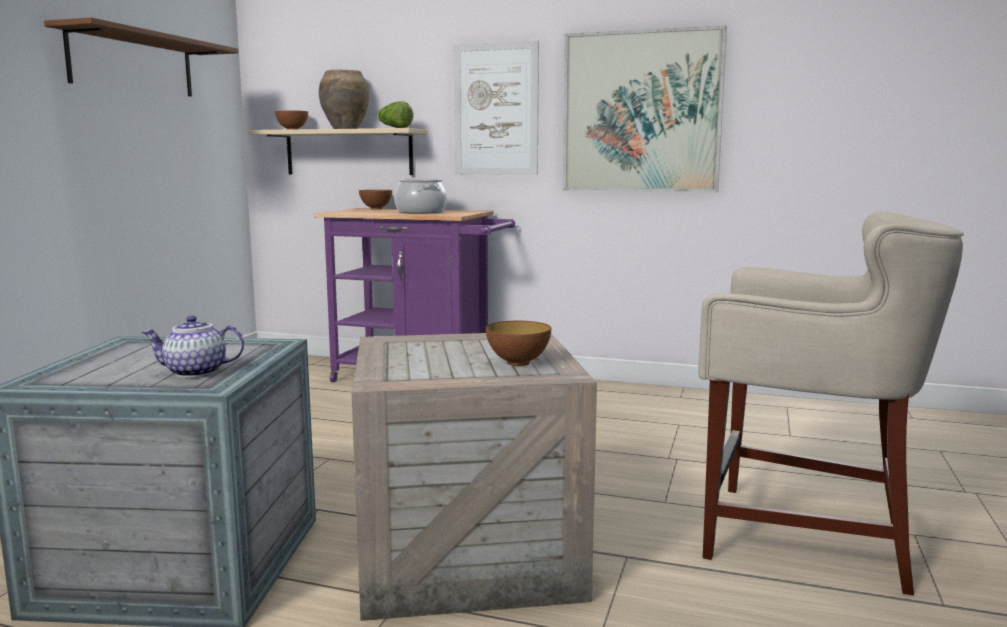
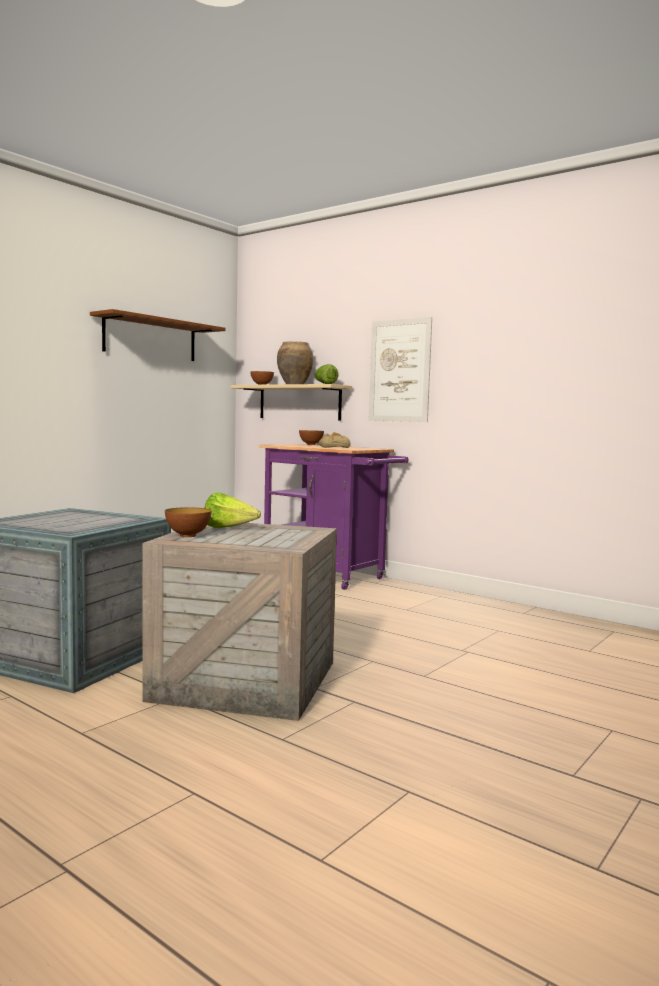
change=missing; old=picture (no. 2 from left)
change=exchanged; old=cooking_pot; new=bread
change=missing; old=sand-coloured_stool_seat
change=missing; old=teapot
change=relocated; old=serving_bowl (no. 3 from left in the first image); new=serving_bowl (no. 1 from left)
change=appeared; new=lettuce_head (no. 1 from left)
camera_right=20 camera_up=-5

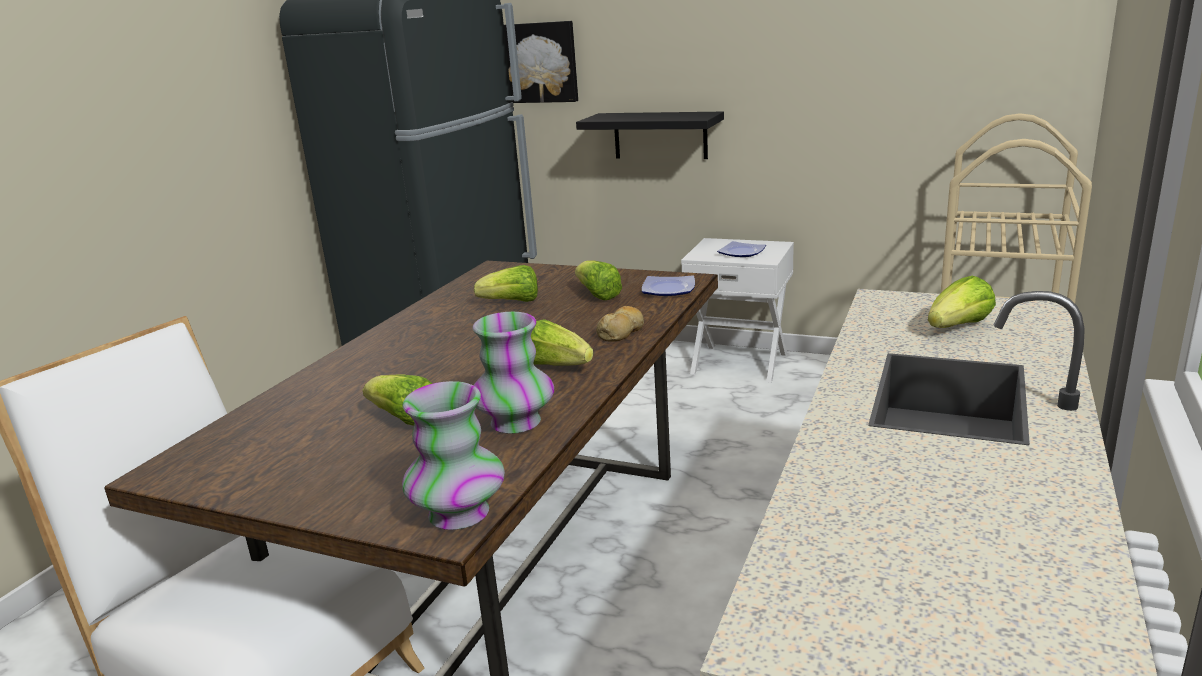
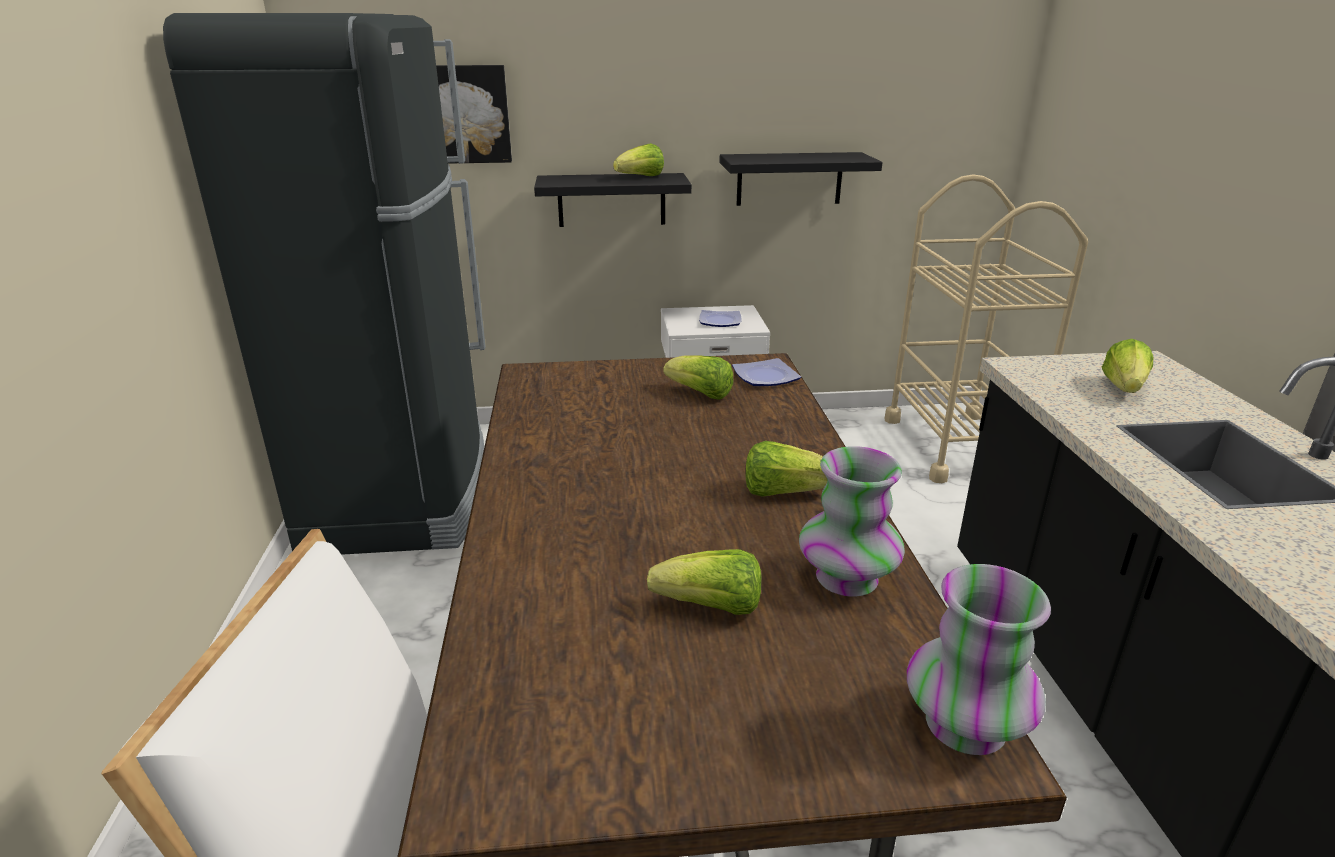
change=relocated; old=lettuce_head (no. 2 from left in the first image); new=lettuce_head (no. 1 from left)
change=missing; old=bread
change=appeared; new=black-coloured_bracket_shelf (no. 2 from left)
camera_right=-30 camera_up=5

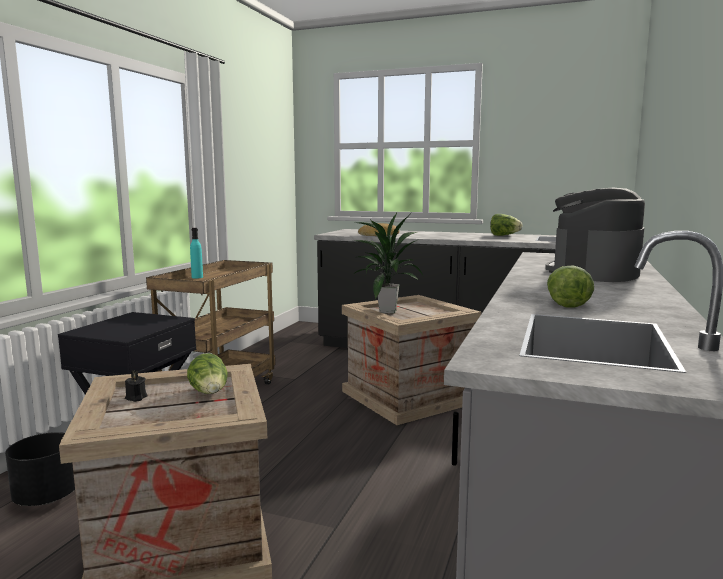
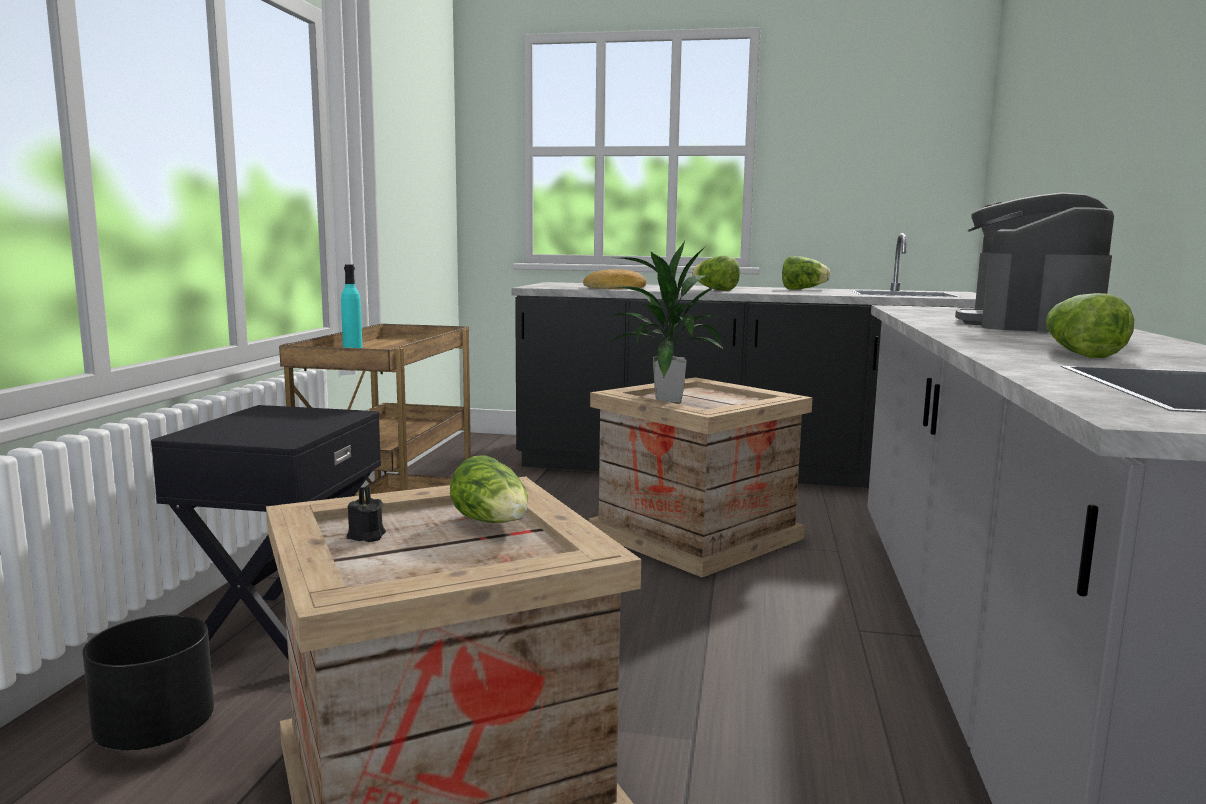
change=appeared; new=lettuce_head (no. 2 from left)
camera_right=-10 camera_up=0

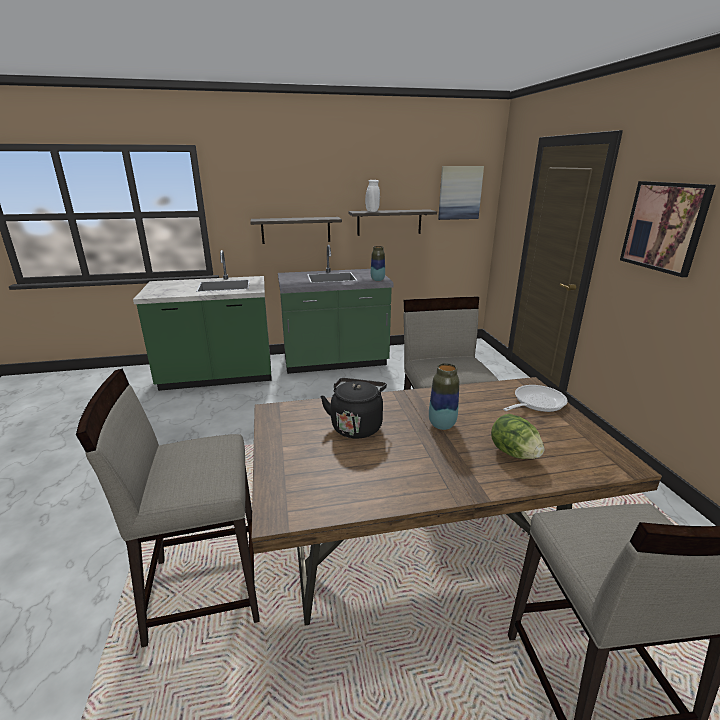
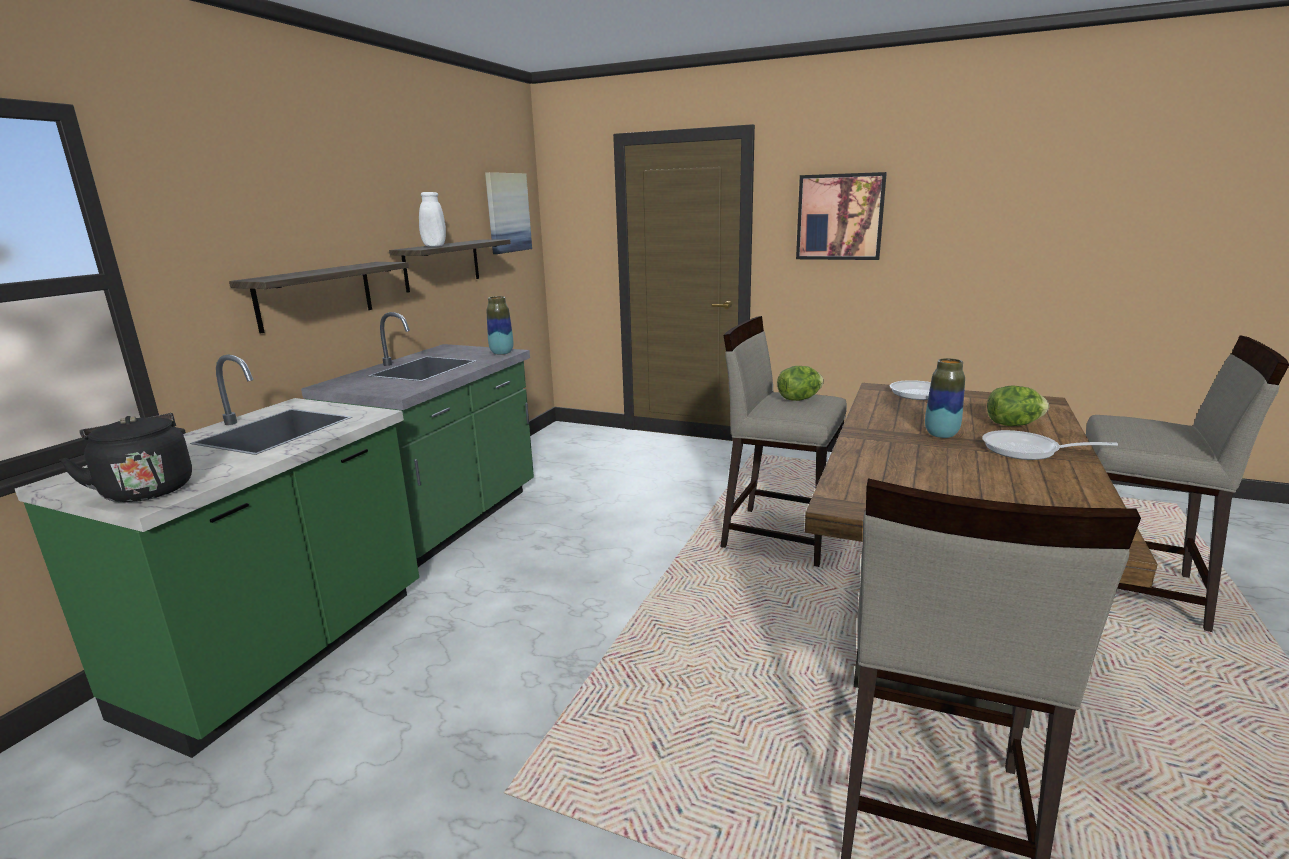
change=relocated; old=black-coloured_water_kettle
change=appeared; new=lettuce_head (no. 1 from left)
change=appeared; new=skillet (no. 2 from left)
camera_right=-55 camera_up=-5

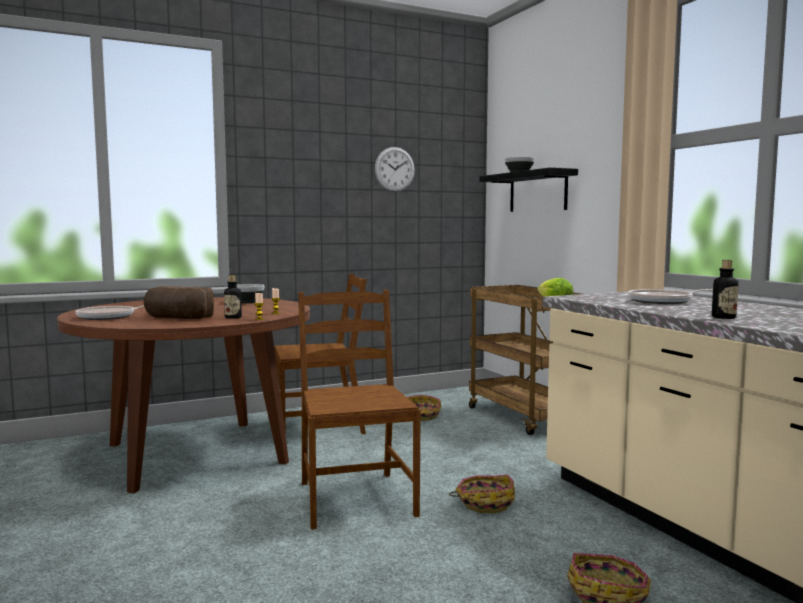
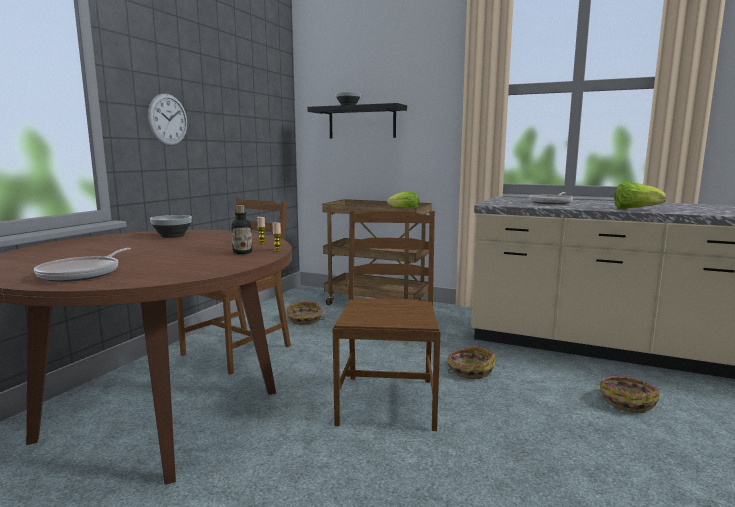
change=relocated; old=clock_on_the_wall
change=exchanged; old=beverage_bottle (no. 2 from left); new=lettuce_head (no. 2 from left)
change=missing; old=bread
change=spun; old=brownish_plain_chair (no. 2 from left); degrees=60
camera_right=-40 camera_up=5

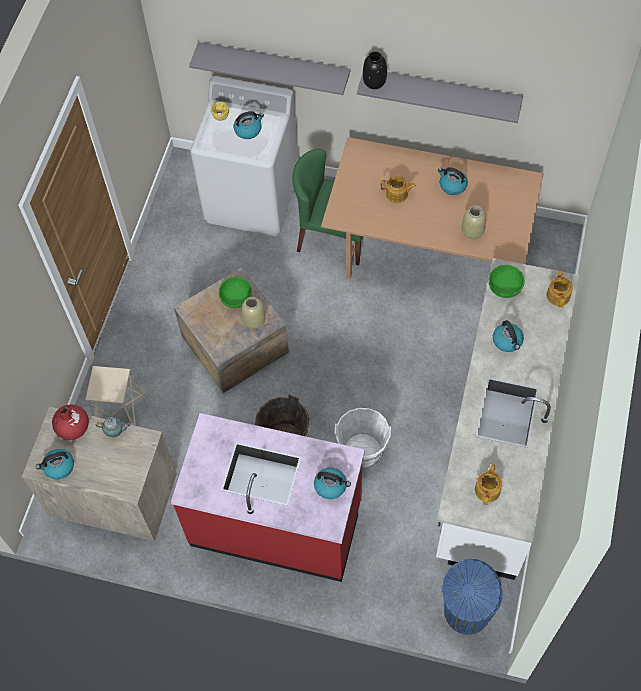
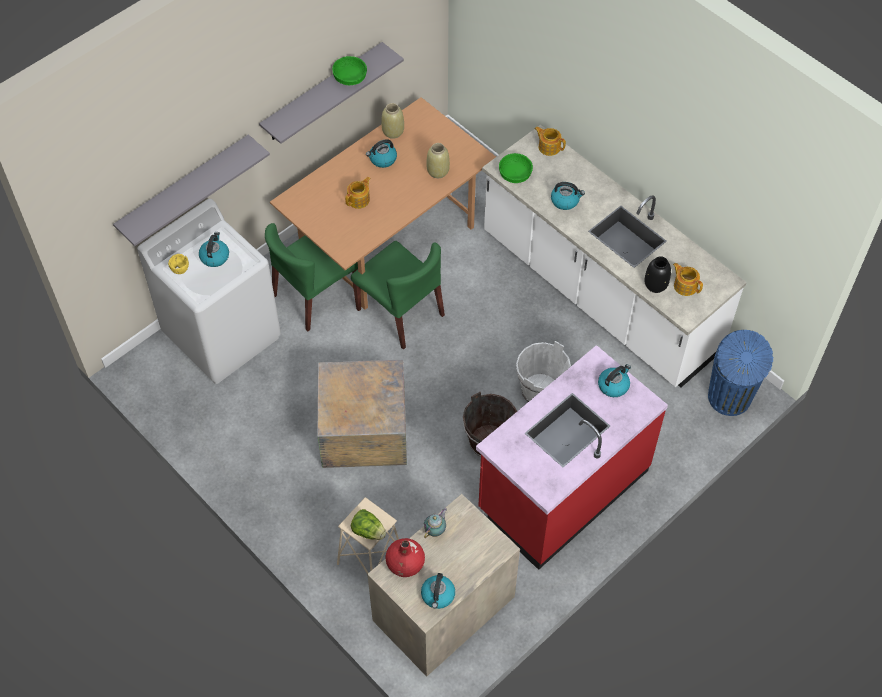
change=relocated; old=black-coloured_flower_vase
change=relocated; old=green-coloured_serving_bowl (no. 1 from left)
change=relocated; old=sand-coloured_flower_vase (no. 1 from left)
change=appeared; new=green-coloured_plain_chair (no. 2 from left)
change=appeared; new=lettuce_head
camera_right=-60 camera_up=-5

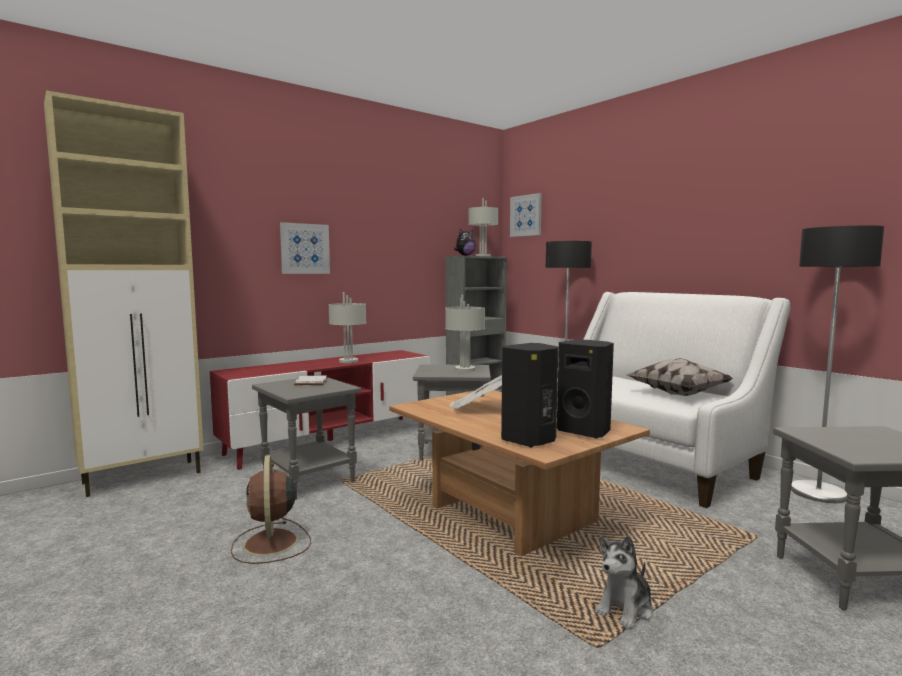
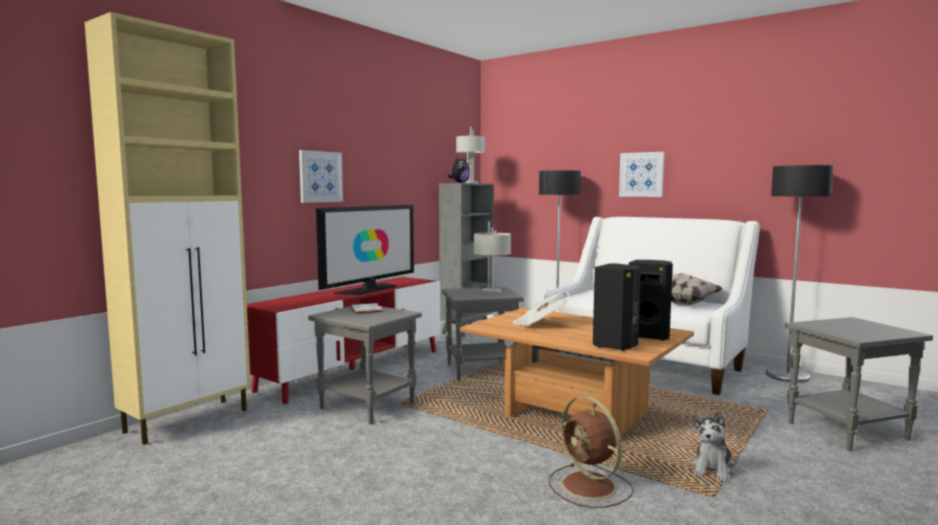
change=relocated; old=picture (no. 2 from left)
change=exchanged; old=grey_lamp_for_a_table (no. 1 from left); new=TV_set
change=relocated; old=brownish_fan
camera_right=-15 camera_up=0

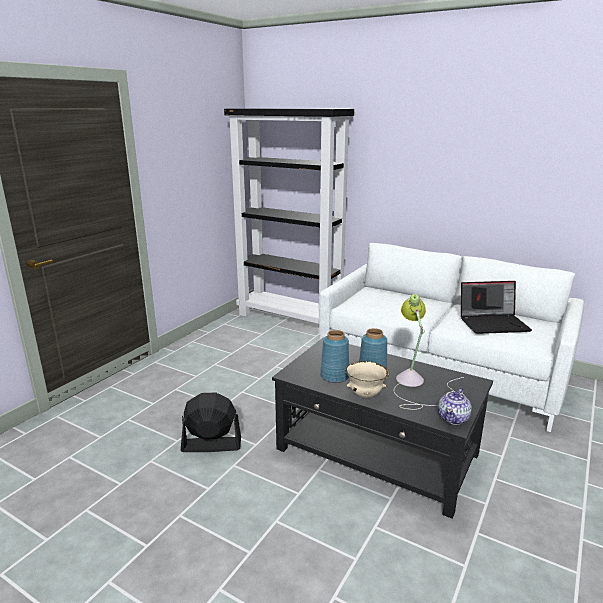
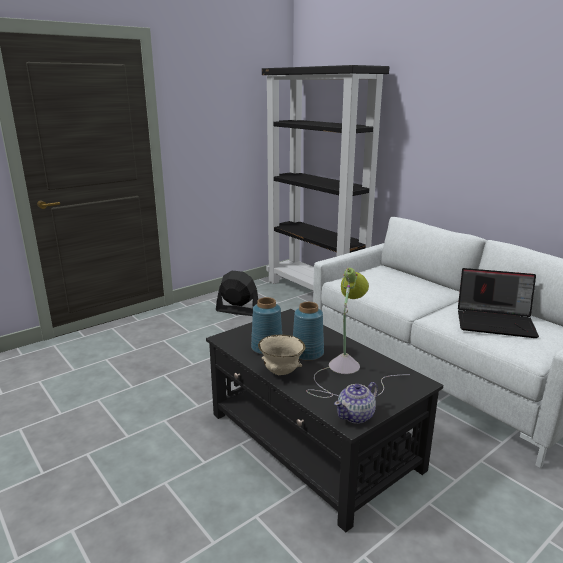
change=relocated; old=black-coloured_fan
camera_right=20 camera_up=0

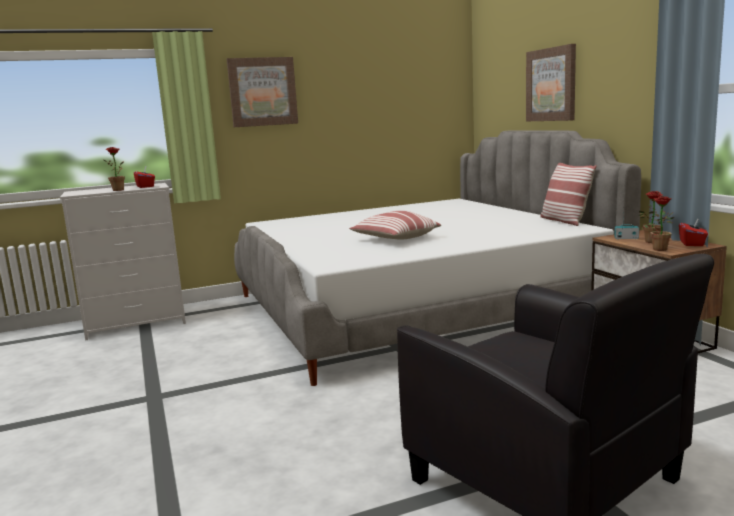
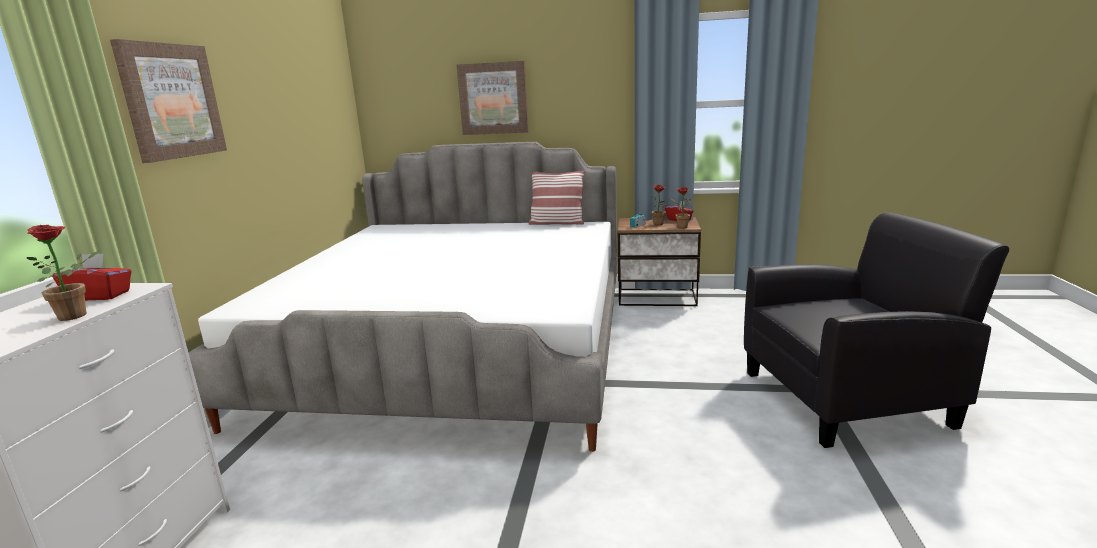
change=missing; old=cushion (no. 1 from left)
camera_right=-60 camera_up=5

